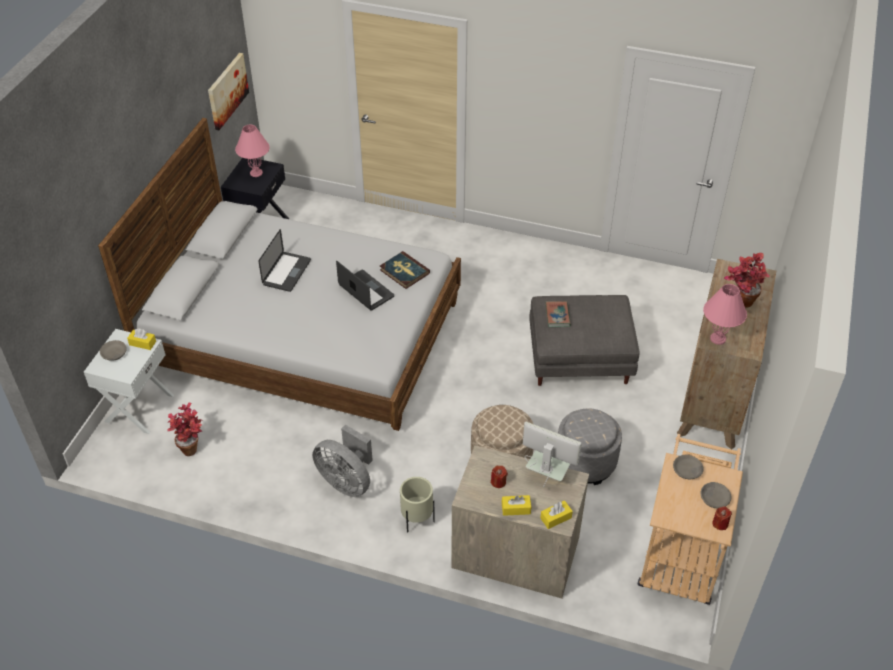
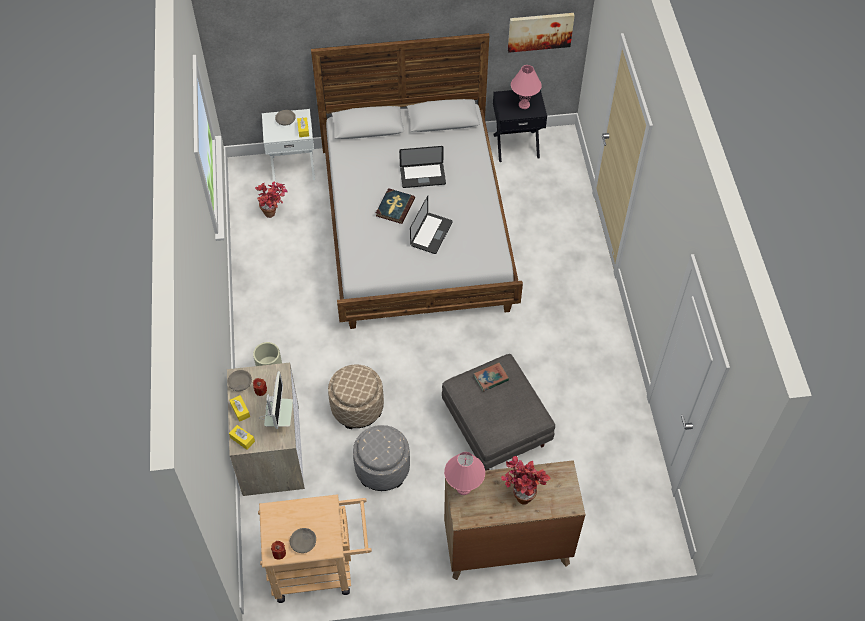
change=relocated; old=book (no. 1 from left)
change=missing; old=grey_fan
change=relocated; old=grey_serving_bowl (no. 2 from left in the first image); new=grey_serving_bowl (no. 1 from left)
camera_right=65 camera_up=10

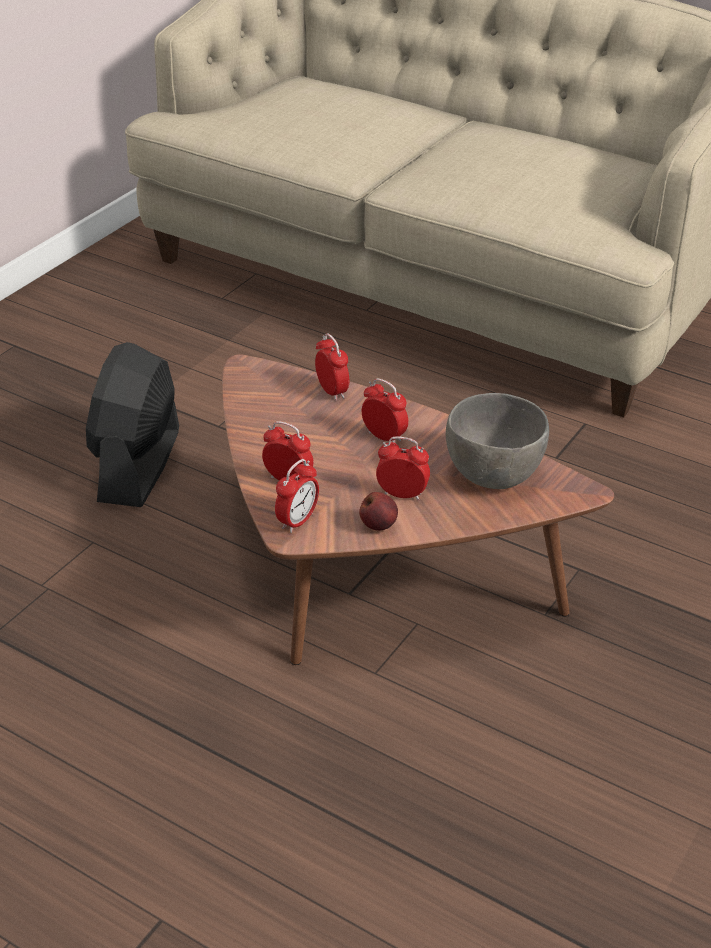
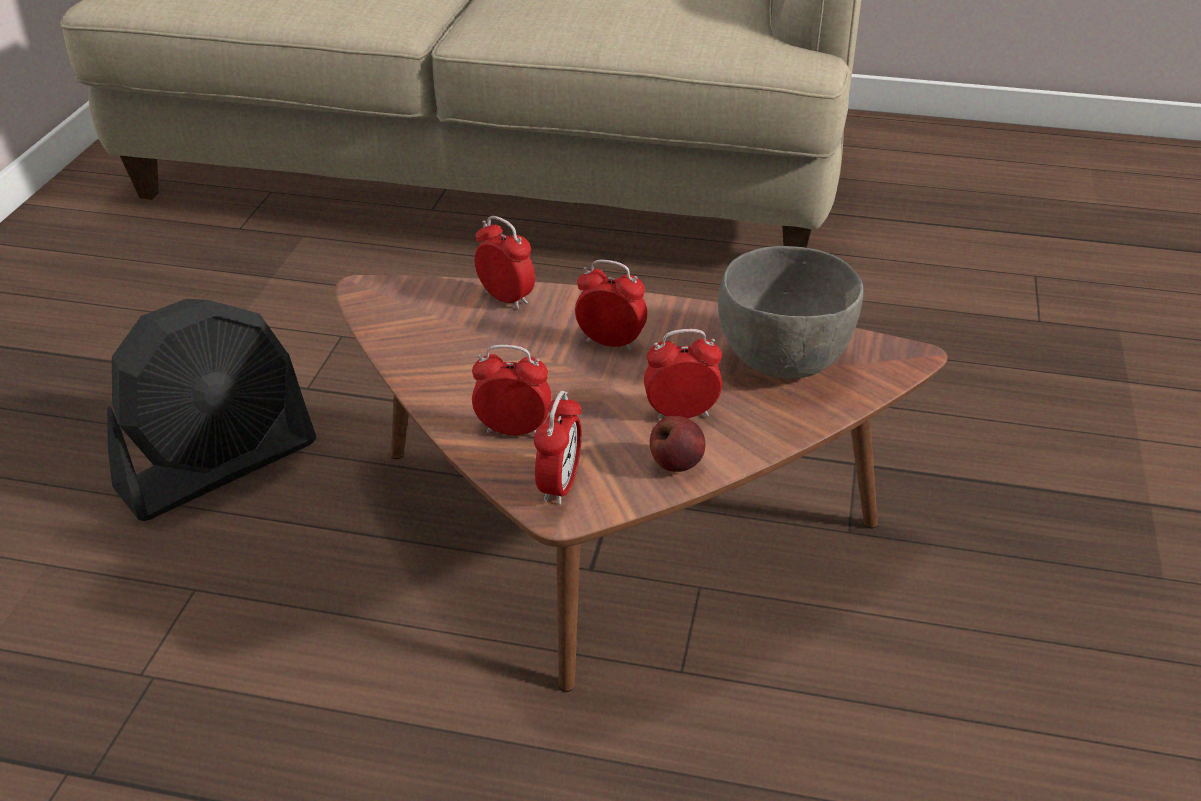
change=spun; old=black-coloured_fan; degrees=-120
camera_right=-20 camera_up=0

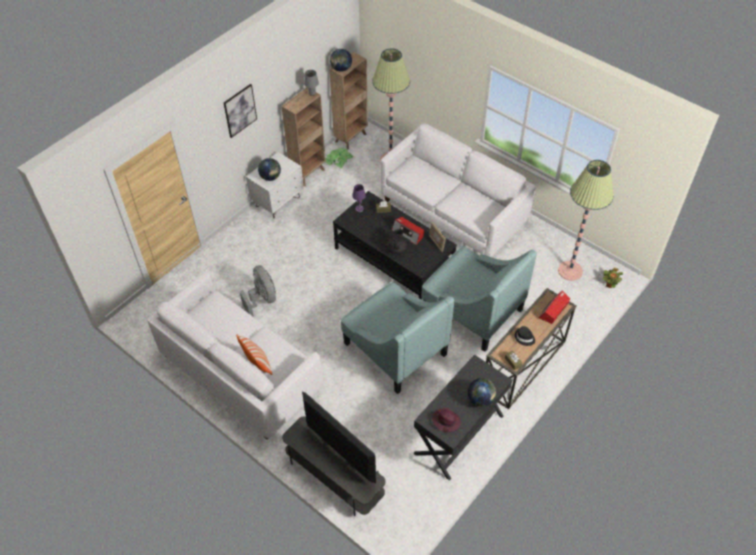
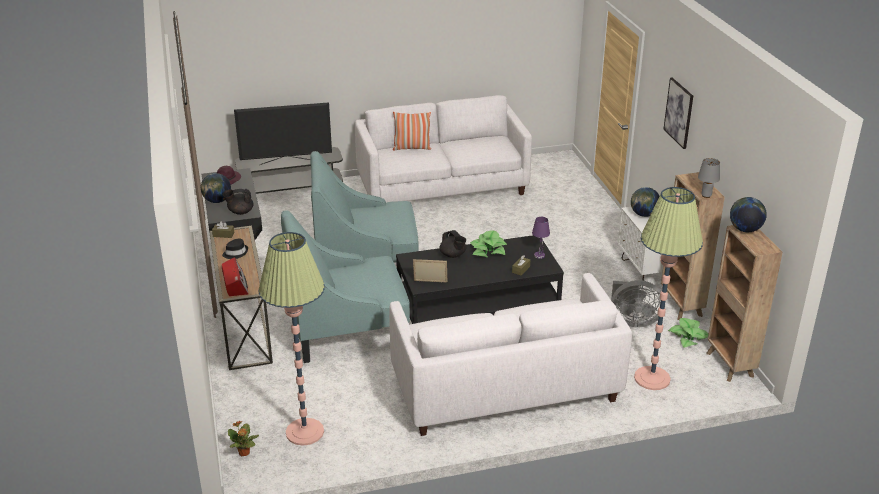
change=missing; old=radio_receiver (no. 1 from left)
change=relocated; old=grey_fan
change=appeared; new=black-coloured_teapot (no. 1 from left)
change=appeared; new=plant_in_a_pot (no. 2 from left)
camera_right=125 camera_up=-20

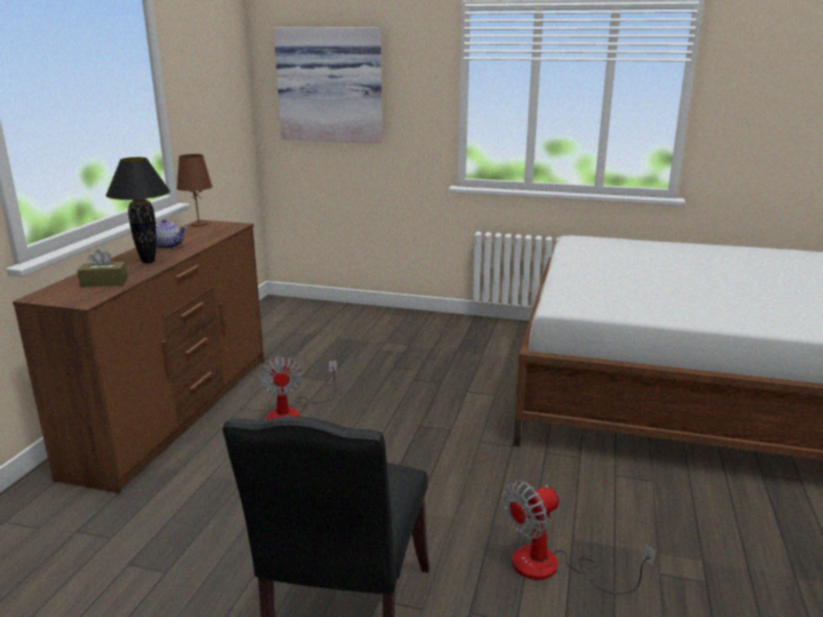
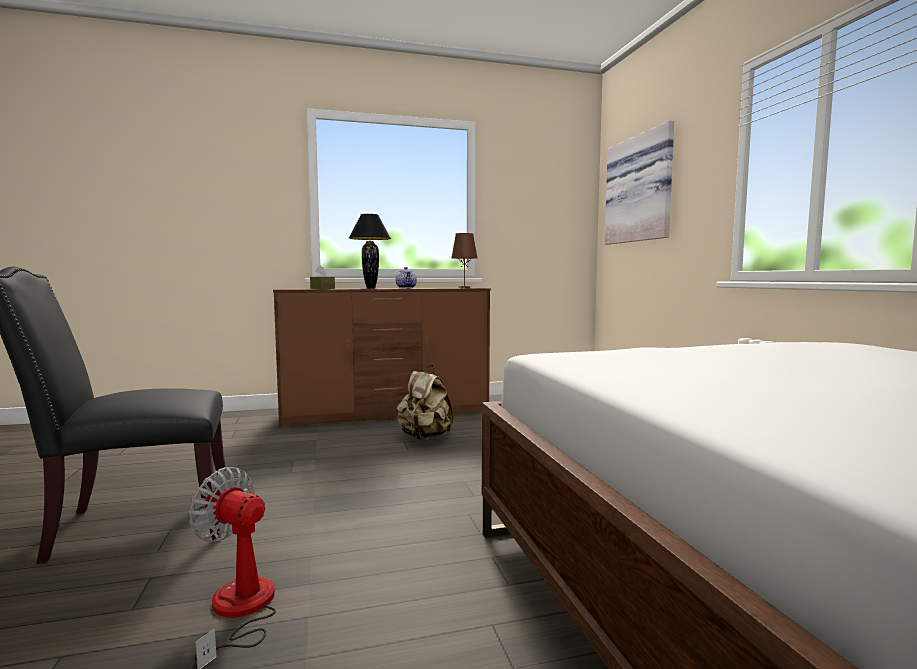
change=exchanged; old=fan (no. 1 from left); new=sand-coloured_rucksack
camera_right=60 camera_up=-15

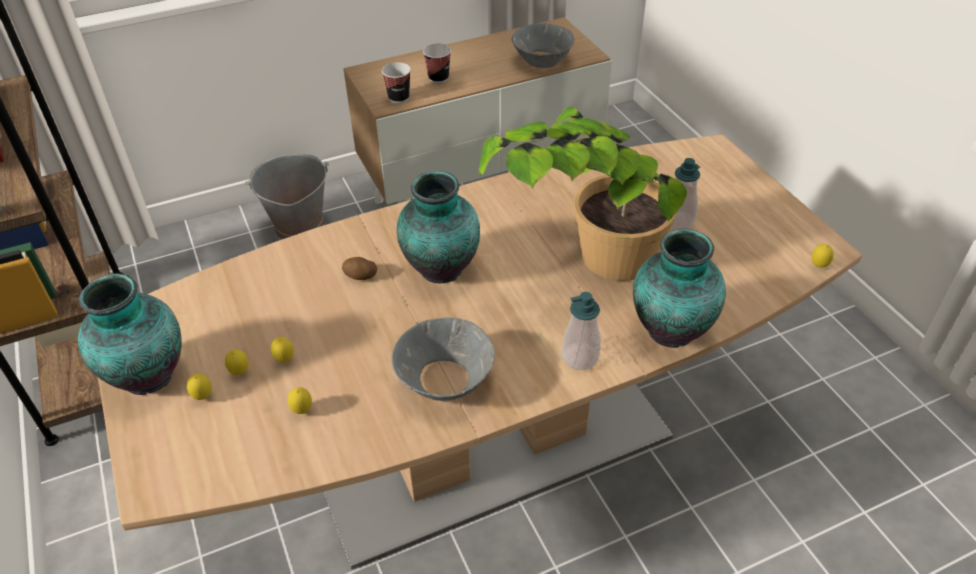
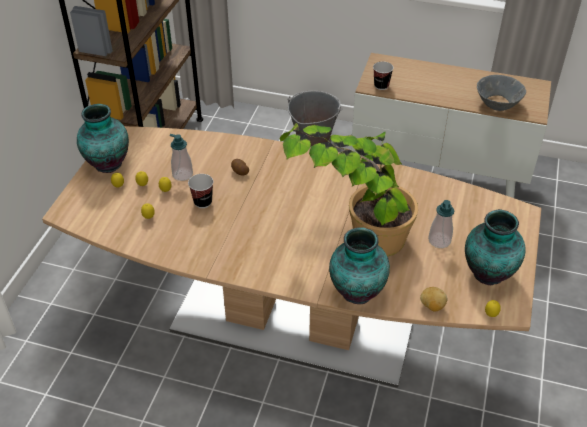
change=relocated; old=small_cup (no. 2 from left in the first image); new=small_cup (no. 1 from left)
change=relocated; old=flower_vase (no. 2 from left in the first image); new=flower_vase (no. 3 from left)
change=relocated; old=soap_dispenser (no. 1 from left)
change=missing; old=grey_serving_bowl (no. 1 from left)
change=appeared; new=spud (no. 2 from left)
camera_right=40 camera_up=0

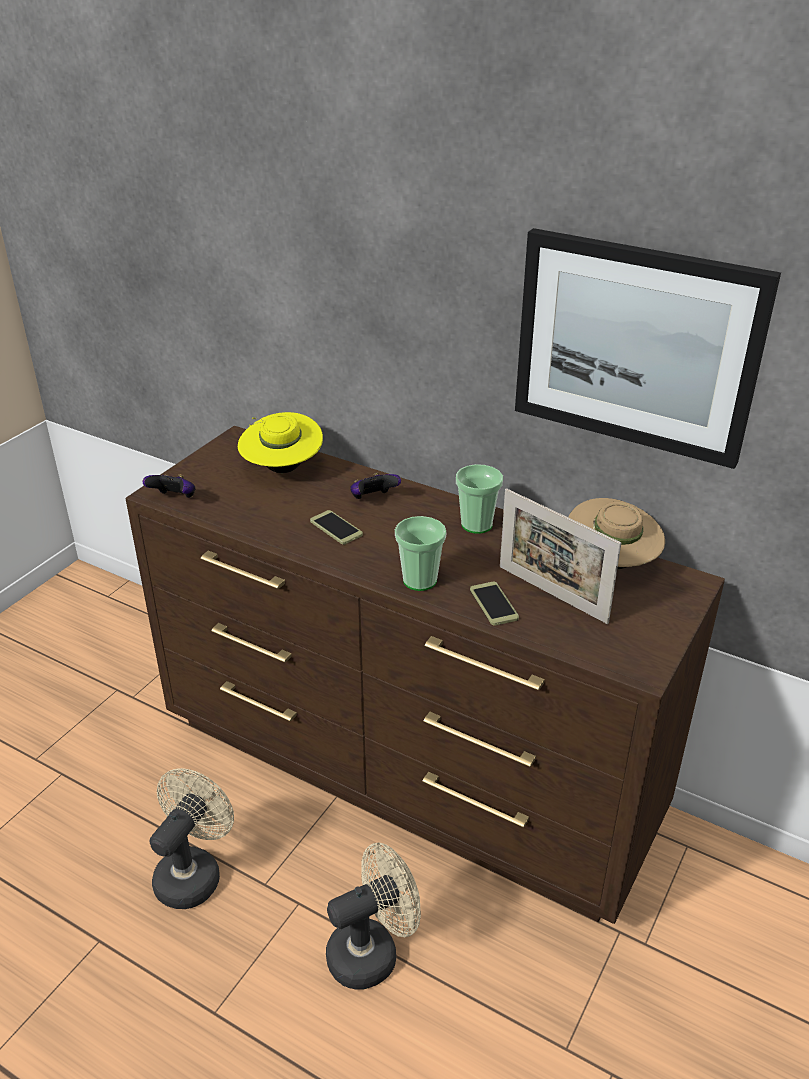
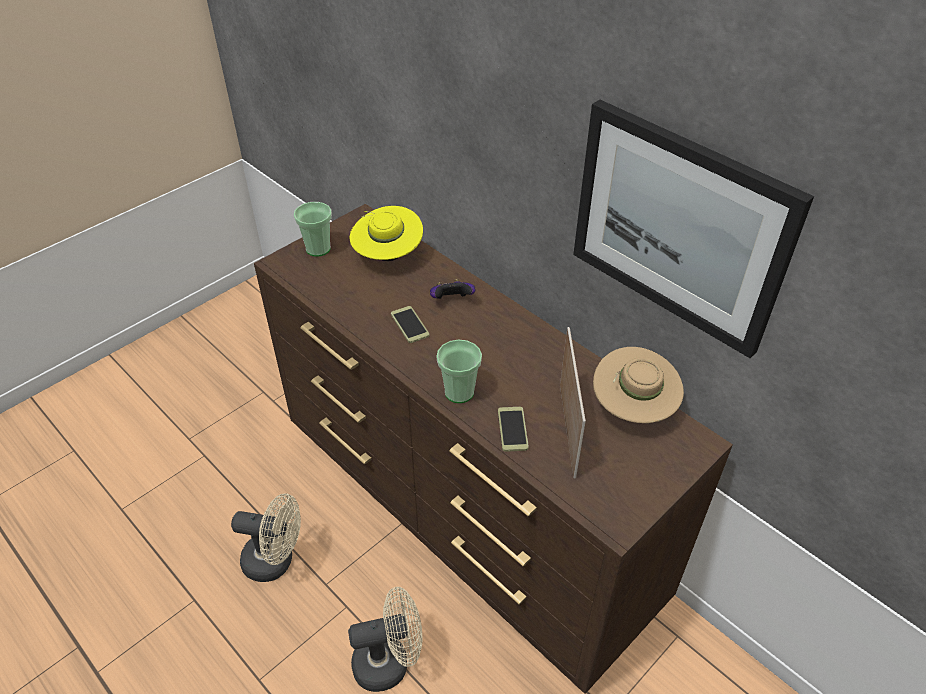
change=relocated; old=small_cup (no. 2 from left in the first image); new=small_cup (no. 1 from left)
change=missing; old=game_controller (no. 1 from left)
change=spun; old=standing_frame; degrees=-150
change=spun; old=sand-coloured_fan (no. 1 from left); degrees=60
camera_right=15 camera_up=10

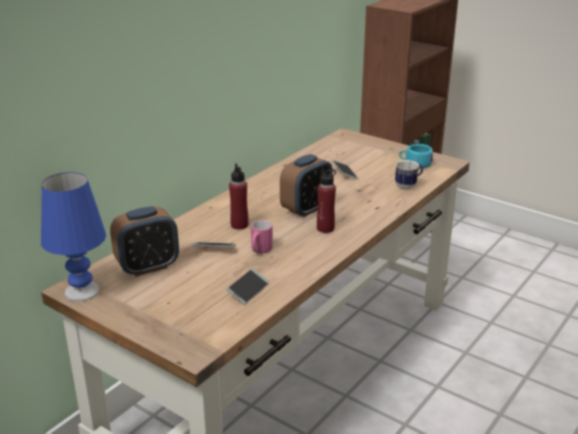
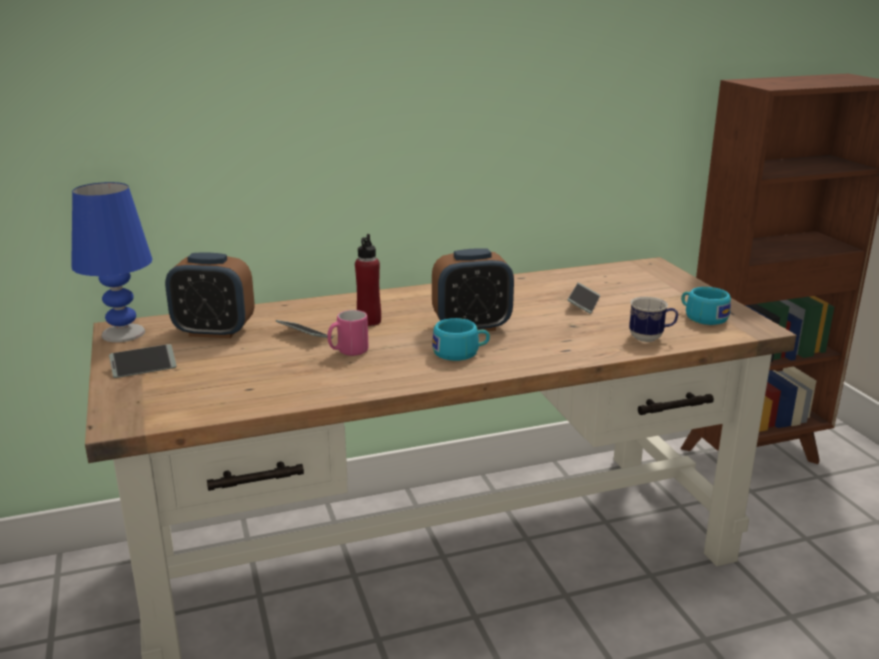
change=exchanged; old=red_beverage_bottle (no. 2 from left); new=turquoise-coloured_small_cup (no. 1 from left)
change=relocated; old=phone (no. 2 from left in the first image); new=phone (no. 1 from left)
camera_right=35 camera_up=-5

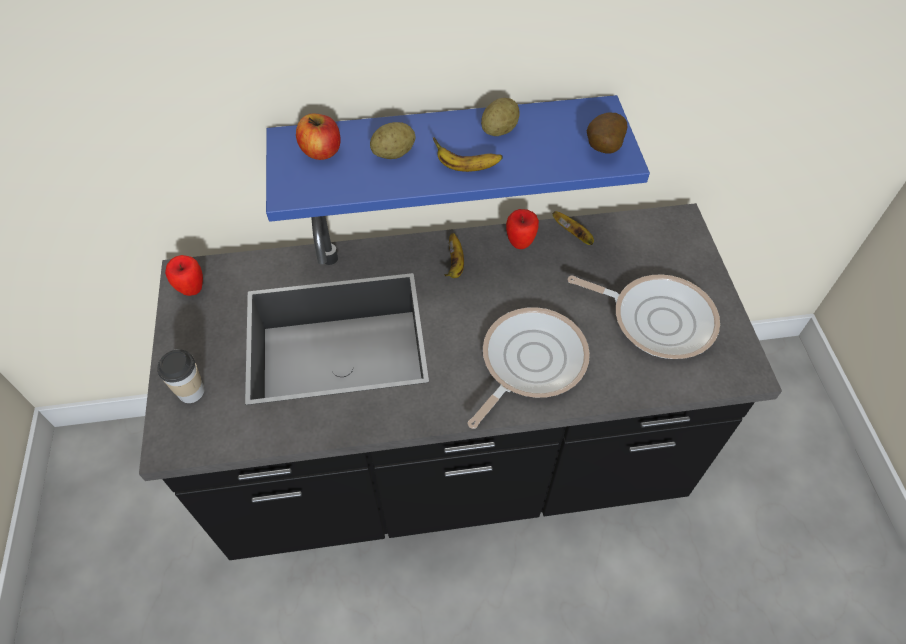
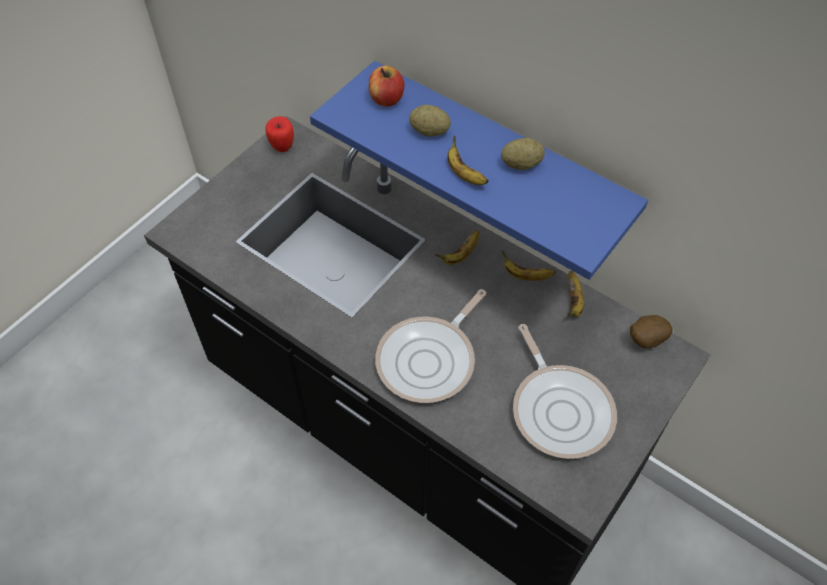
change=relocated; old=spud (no. 3 from left)
change=exchanged; old=apple (no. 3 from left); new=whole_banana (no. 3 from left)
change=spun; old=skillet (no. 1 from left); degrees=135
change=missing; old=small_cup
camera_right=45 camera_up=0

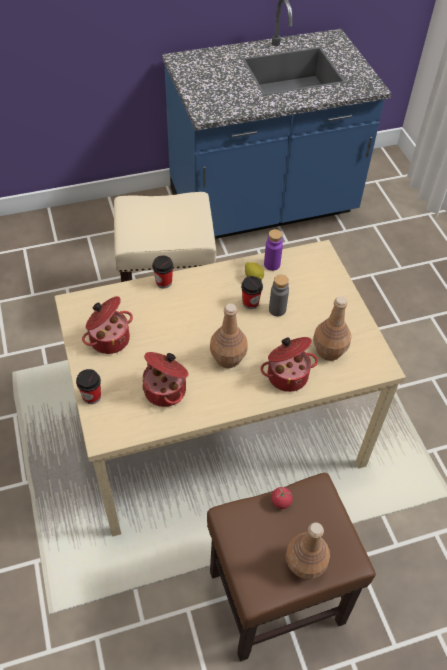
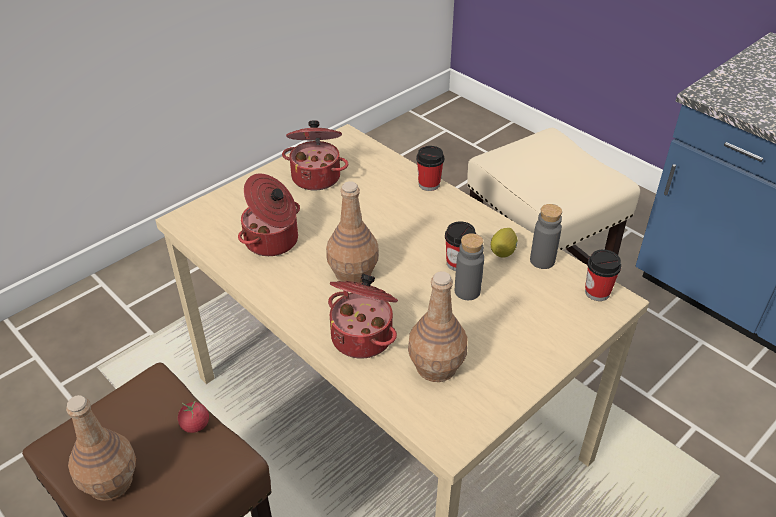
change=colour; old=purple-coloured_beverage_bottle; new=grey_beverage_bottle (no. 2 from left)
change=relocated; old=small_cup (no. 1 from left in the first image); new=small_cup (no. 3 from left)
camera_right=65 camera_up=-10

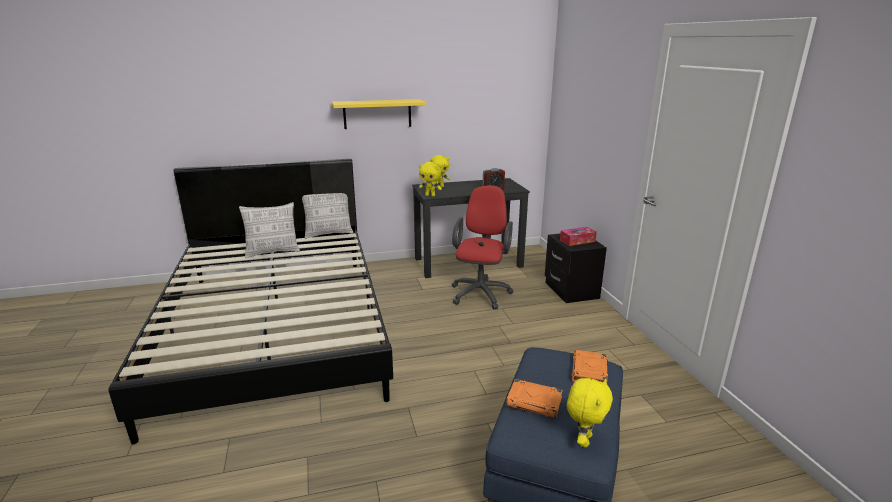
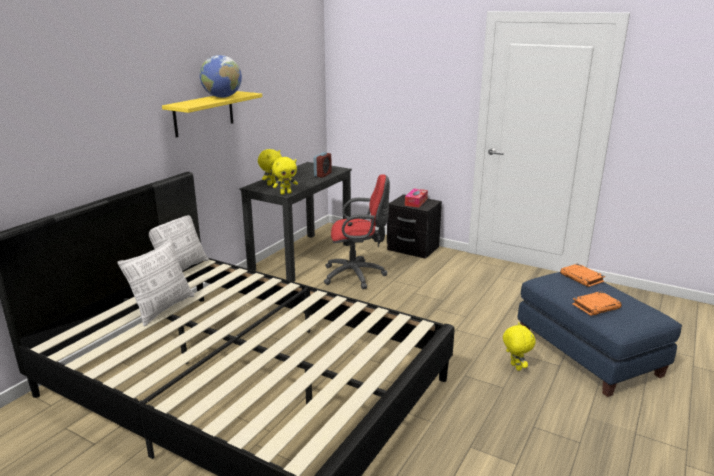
change=spun; old=red_desk_chair; degrees=120
change=relocated; old=yellow-coloured_plush_toy (no. 3 from left)
change=appeared; new=globe
camera_right=-45 camera_up=0

